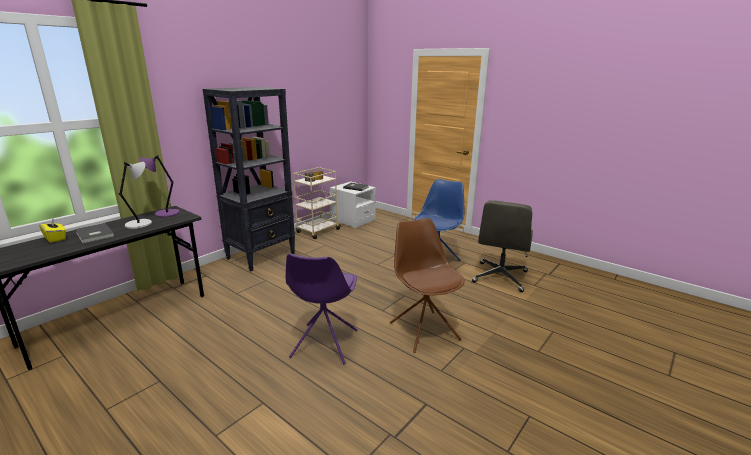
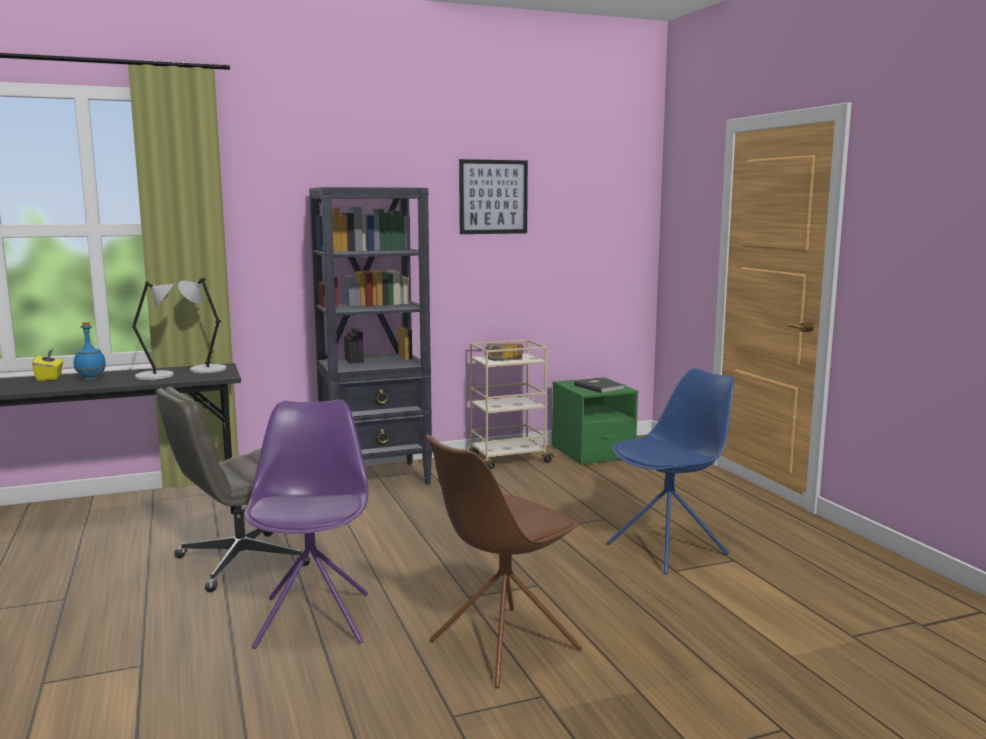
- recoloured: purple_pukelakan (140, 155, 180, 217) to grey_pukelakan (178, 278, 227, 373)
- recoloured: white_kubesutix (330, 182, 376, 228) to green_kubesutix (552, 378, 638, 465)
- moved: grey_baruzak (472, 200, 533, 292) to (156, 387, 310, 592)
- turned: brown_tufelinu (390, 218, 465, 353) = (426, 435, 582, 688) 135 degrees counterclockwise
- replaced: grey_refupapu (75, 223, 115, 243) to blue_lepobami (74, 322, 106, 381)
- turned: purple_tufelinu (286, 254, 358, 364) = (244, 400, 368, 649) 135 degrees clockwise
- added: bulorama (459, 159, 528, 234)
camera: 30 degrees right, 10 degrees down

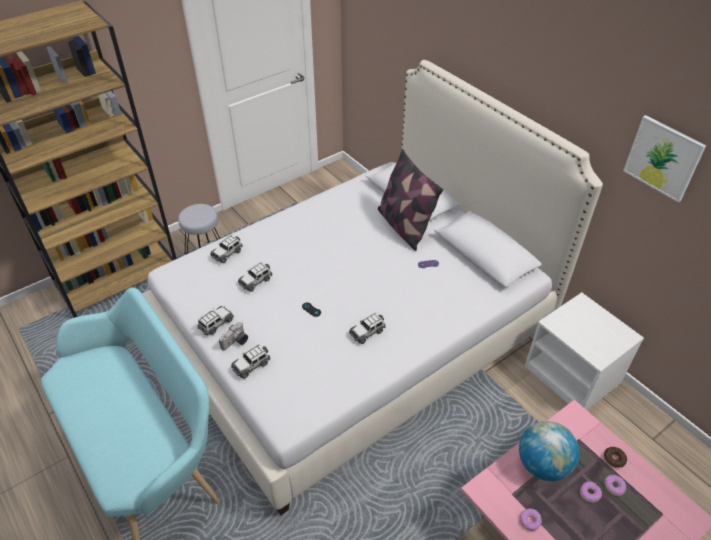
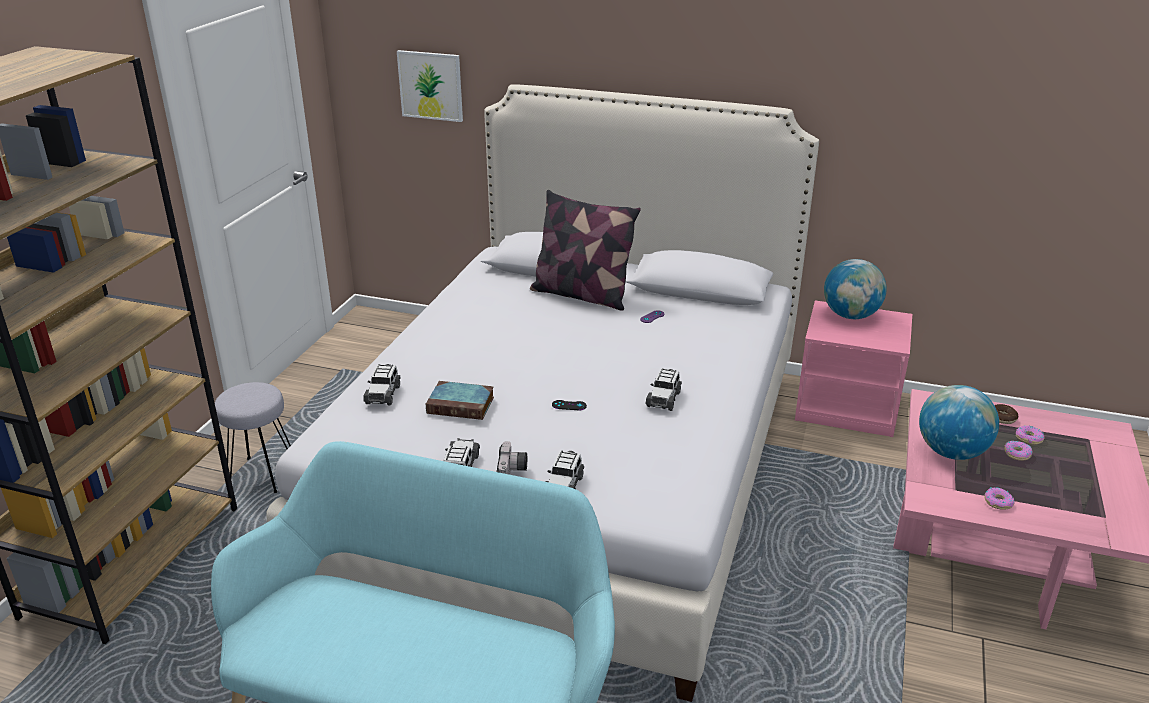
- moved: bulorama (623, 115, 706, 202) to (397, 50, 463, 122)
- replaced: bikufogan (238, 262, 272, 292) to refupapu (426, 381, 494, 420)
- recoloured: white_kubesutix (525, 292, 644, 410) to pink_kubesutix (795, 300, 912, 437)
- added: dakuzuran (824, 259, 887, 319)
camera: 35 degrees left, 15 degrees down

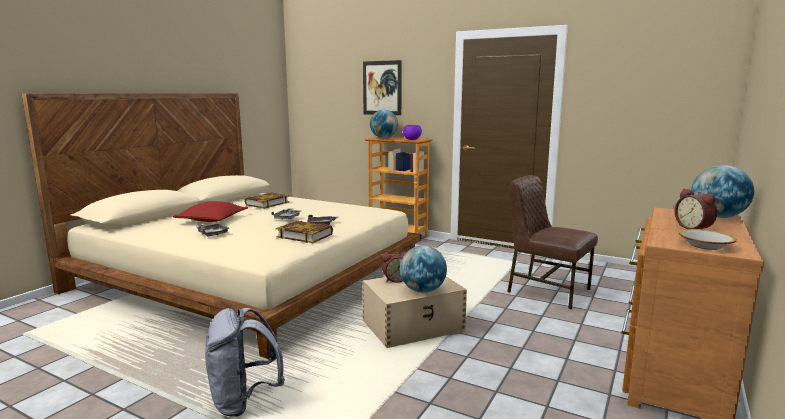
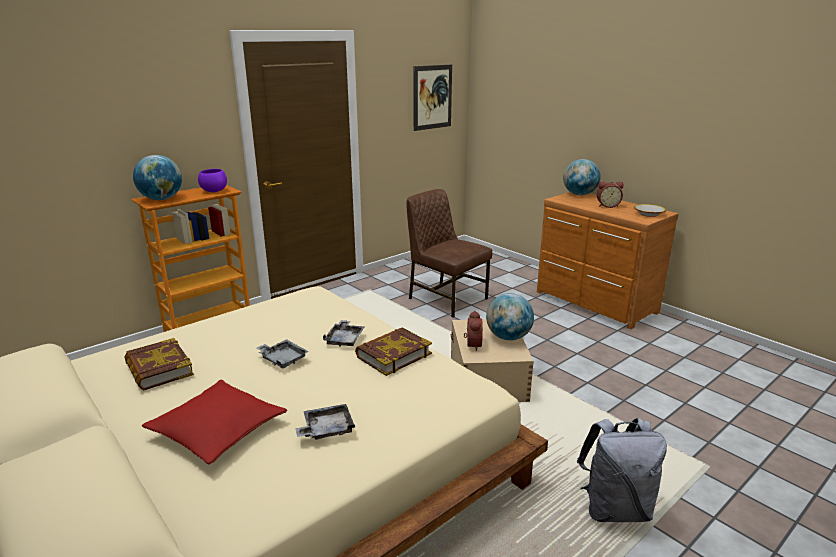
- moved: bulorama (363, 60, 402, 115) to (413, 65, 452, 131)
- turned: brown_tufelinu (507, 175, 598, 309) = (406, 189, 492, 318) 75 degrees clockwise
camera: 70 degrees left, 10 degrees up

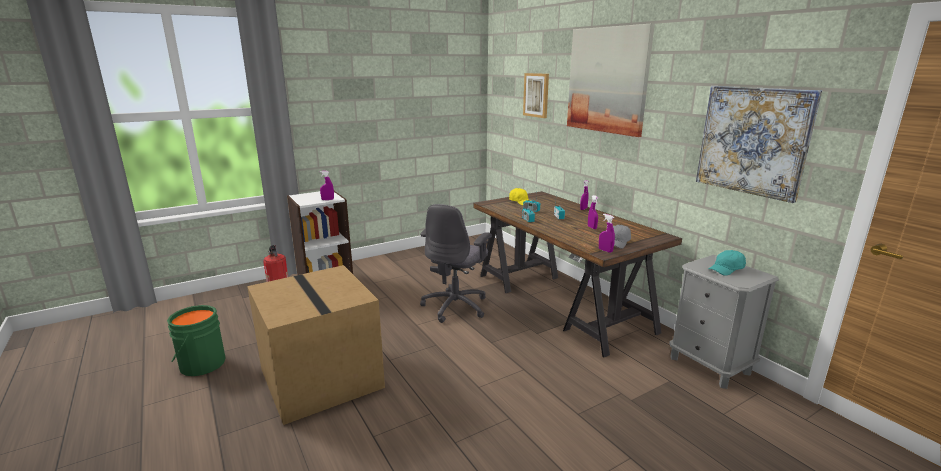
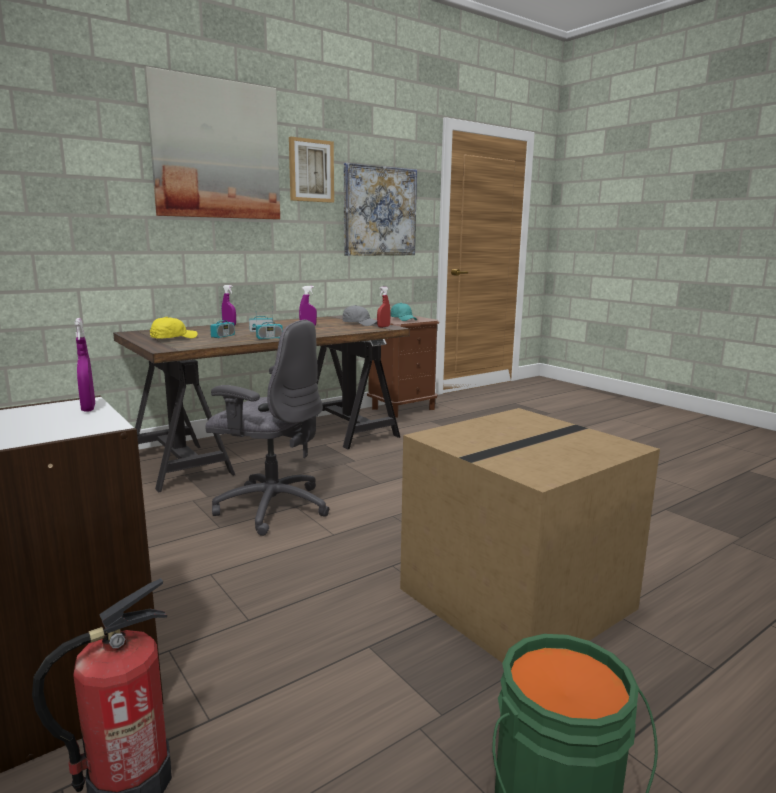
- moved: bulorama (523, 73, 549, 118) to (289, 137, 334, 203)
- recoloured: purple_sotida (599, 214, 615, 253) to red_sotida (377, 287, 391, 327)
- recoloured: grey_kubesutix (669, 255, 779, 389) to brown_kubesutix (367, 316, 440, 418)
camera: 95 degrees left, 5 degrees down

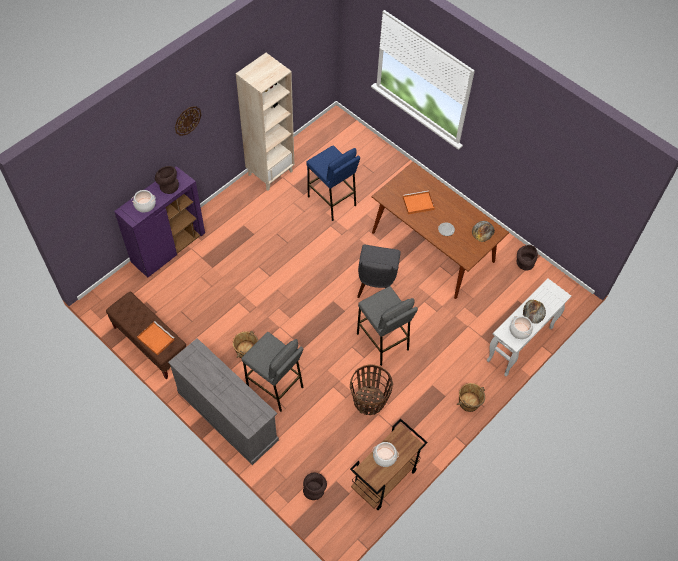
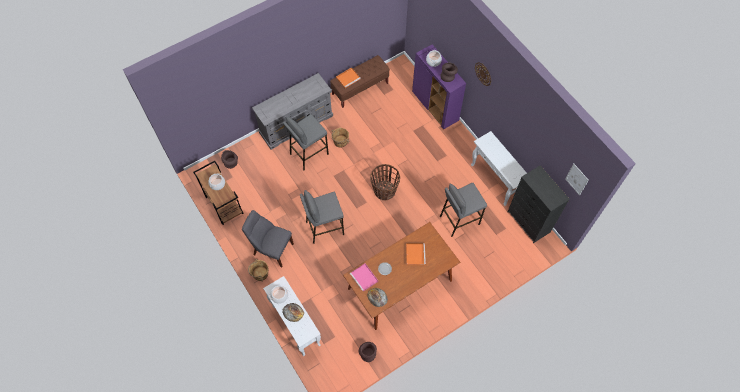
- replaced: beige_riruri (236, 53, 294, 191) to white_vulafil (471, 131, 527, 206)
- recoloured: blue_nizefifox (306, 146, 360, 221) to grey_nizefifox (440, 183, 487, 237)
- moved: grey_tufelinu (357, 245, 401, 298) to (242, 210, 294, 267)
- moved: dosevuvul (350, 365, 393, 415) to (370, 164, 400, 200)
- added: bulorama (565, 164, 589, 195)
- added: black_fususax (508, 166, 570, 243)
- added: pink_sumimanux (350, 263, 378, 292)
camera: 105 degrees right, 5 degrees up

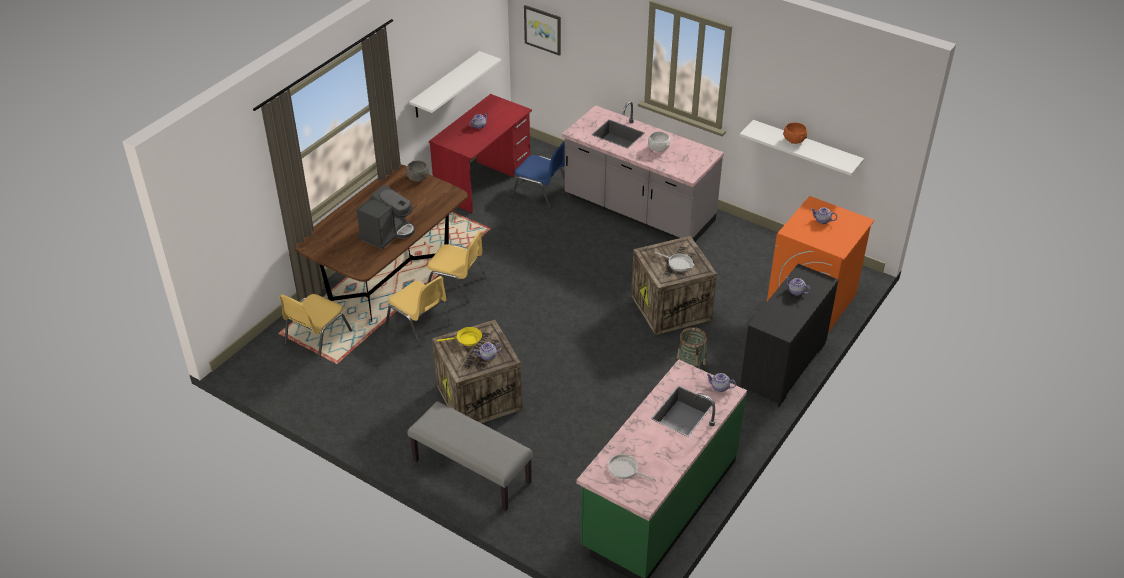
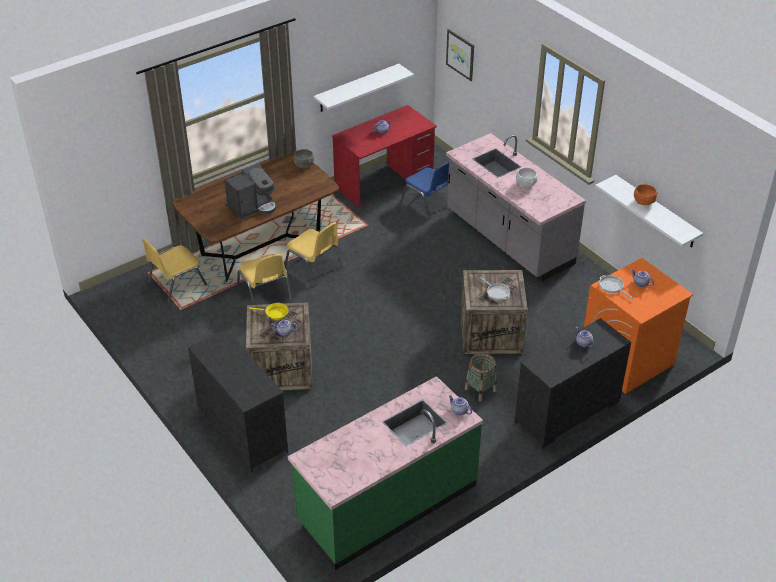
- replaced: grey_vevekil (408, 401, 533, 511) to black_fususax (188, 330, 288, 472)
- moved: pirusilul (607, 454, 656, 481) to (599, 275, 634, 299)
camera: 20 degrees right, 0 degrees up

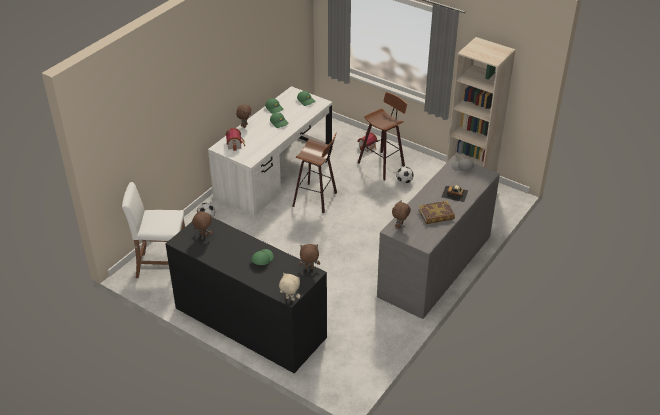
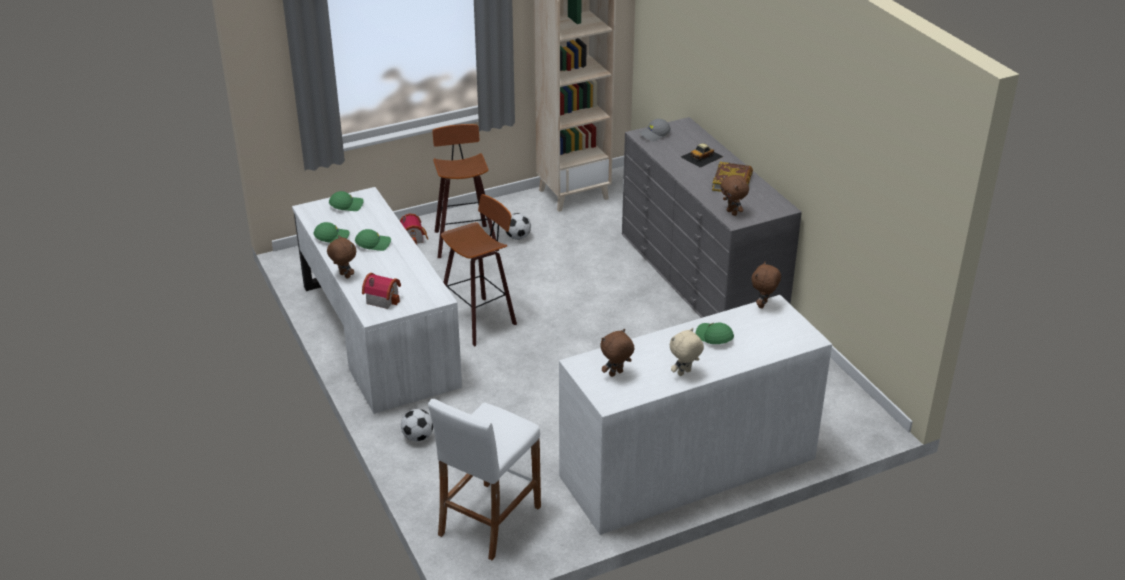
- recoloured: black_fususax (165, 217, 327, 373) to white_fususax (559, 295, 832, 535)
- moved: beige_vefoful (279, 273, 300, 301) to (670, 328, 704, 376)
camera: 60 degrees left, 5 degrees down

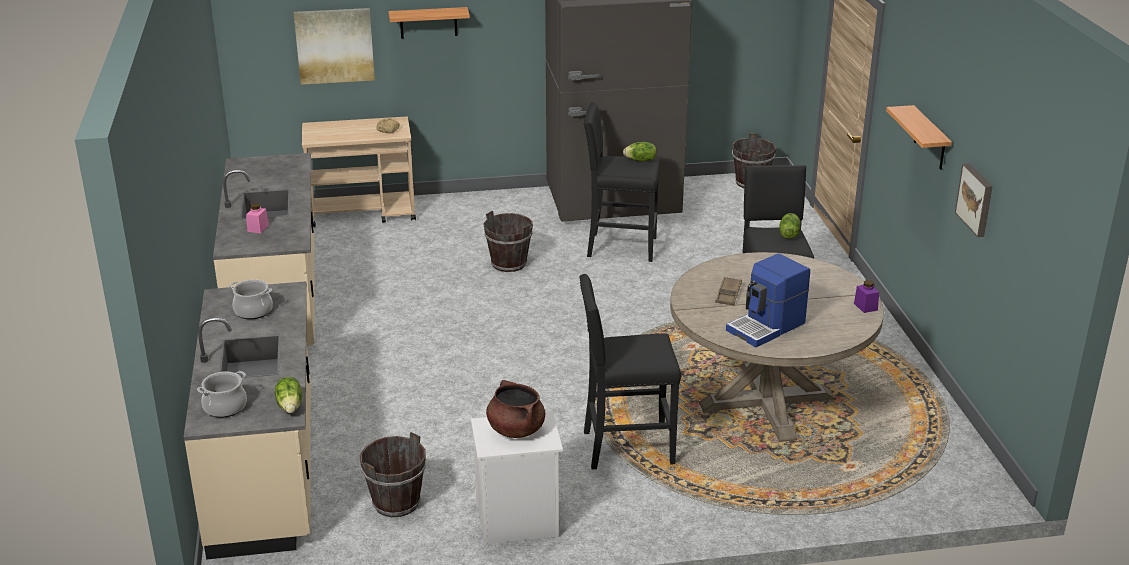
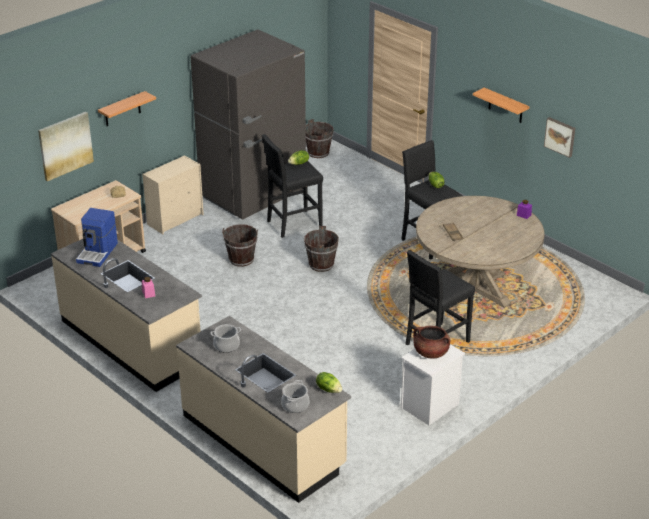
- moved: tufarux (726, 253, 810, 347) to (76, 208, 118, 267)
- moved: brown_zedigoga (360, 432, 426, 517) to (304, 226, 339, 272)
- added: beige_fususax (142, 155, 204, 234)
camera: 35 degrees left, 5 degrees up

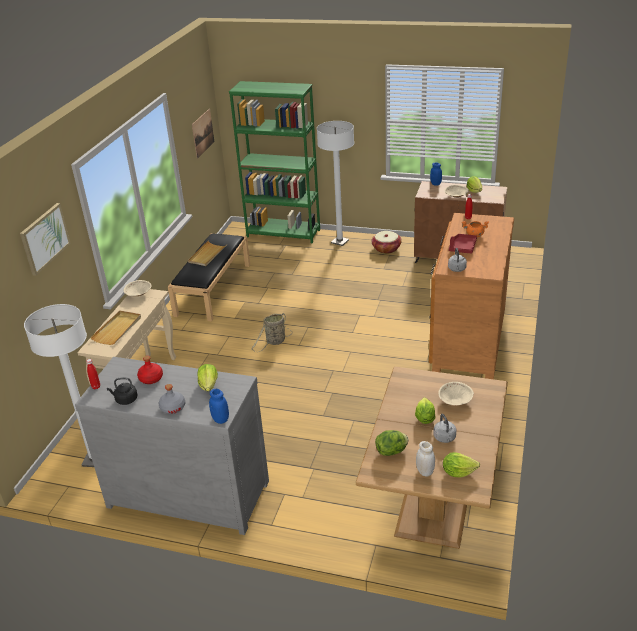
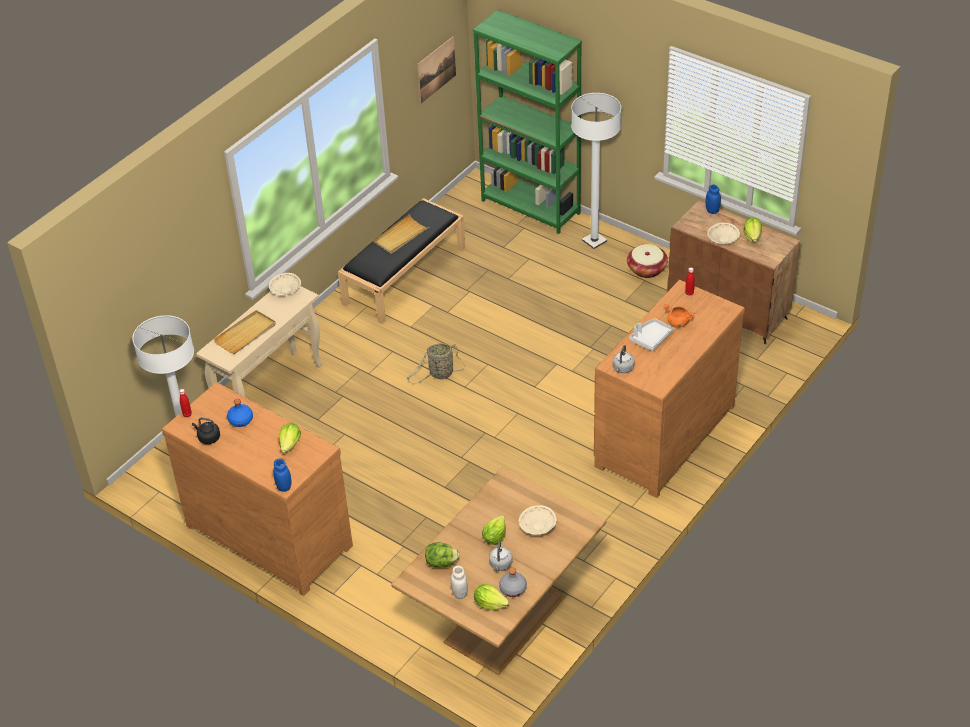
- removed: bulorama (20, 203, 71, 276)
- recoloured: red_sumimanux (449, 234, 477, 254) to grey_sumimanux (629, 319, 674, 351)
- recoloured: red_lepobami (137, 356, 163, 384) to blue_lepobami (227, 399, 253, 427)
- recoloured: grey_fususax (75, 357, 269, 535) to brown_fususax (162, 382, 353, 596)
- moved: grey_lepobami (159, 384, 185, 414) to (499, 568, 527, 597)
camera: 20 degrees right, 10 degrees up

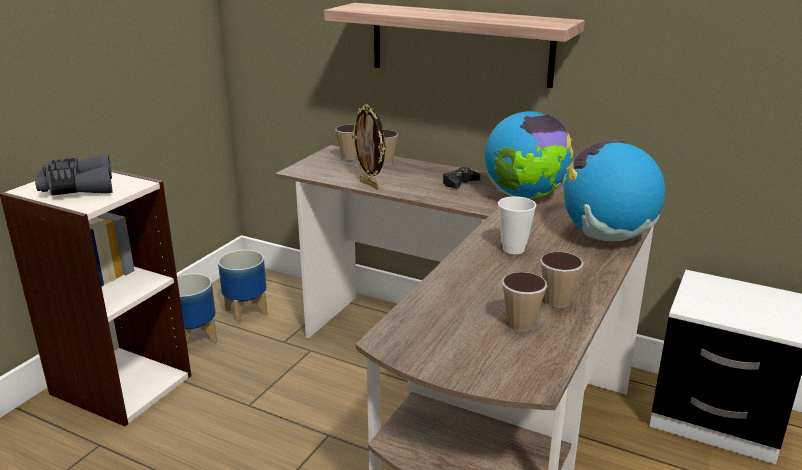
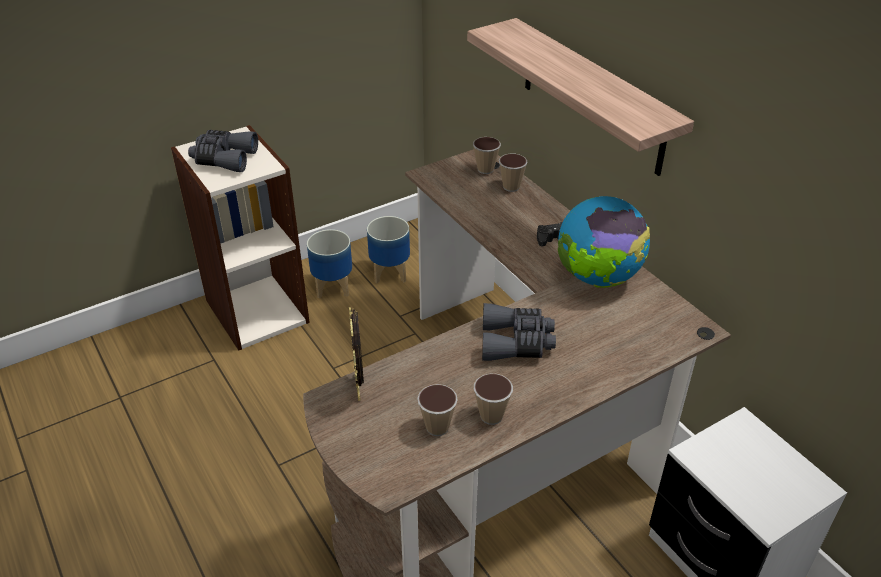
- moved: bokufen (351, 104, 385, 189) to (349, 307, 364, 401)
- removed: dakuzuran (562, 141, 665, 241)
- replaced: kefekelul (498, 196, 536, 254) to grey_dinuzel (482, 303, 556, 361)
camera: 30 degrees right, 15 degrees up

